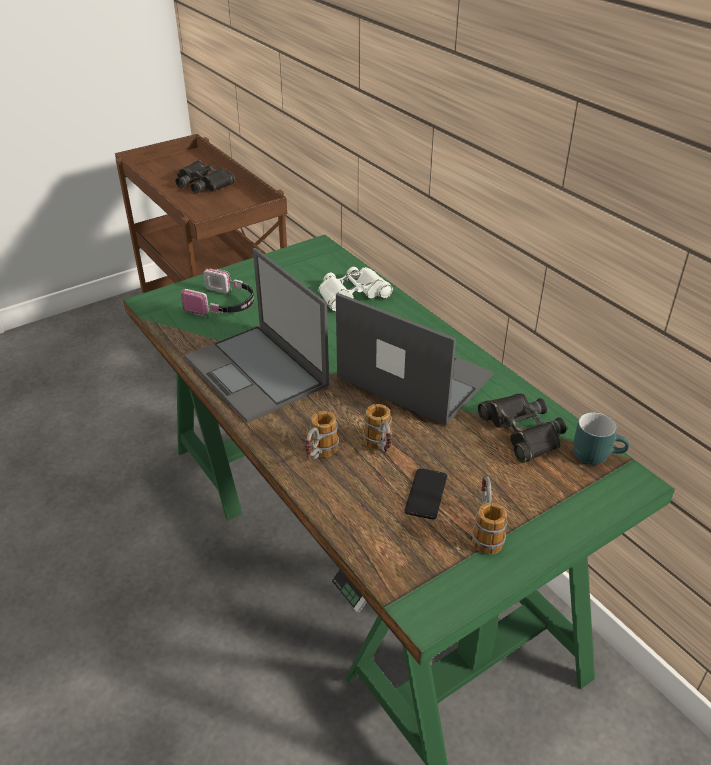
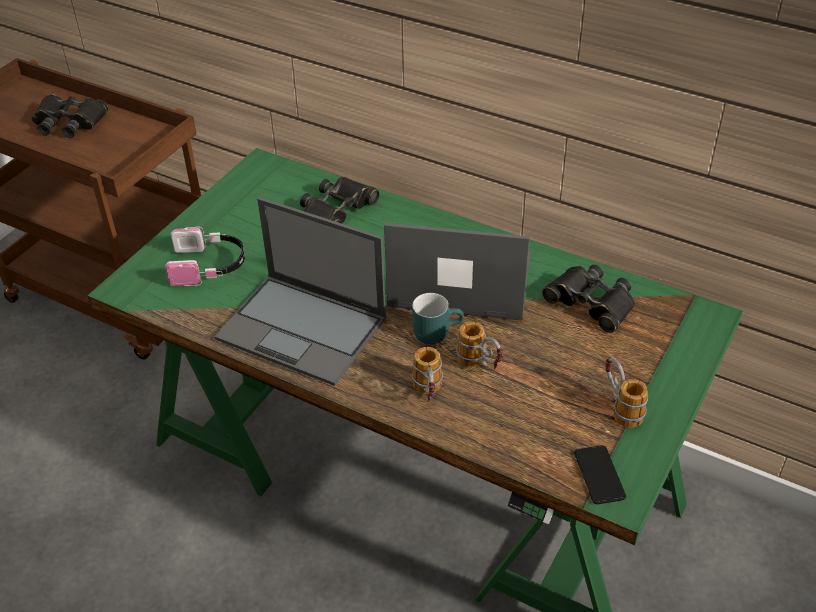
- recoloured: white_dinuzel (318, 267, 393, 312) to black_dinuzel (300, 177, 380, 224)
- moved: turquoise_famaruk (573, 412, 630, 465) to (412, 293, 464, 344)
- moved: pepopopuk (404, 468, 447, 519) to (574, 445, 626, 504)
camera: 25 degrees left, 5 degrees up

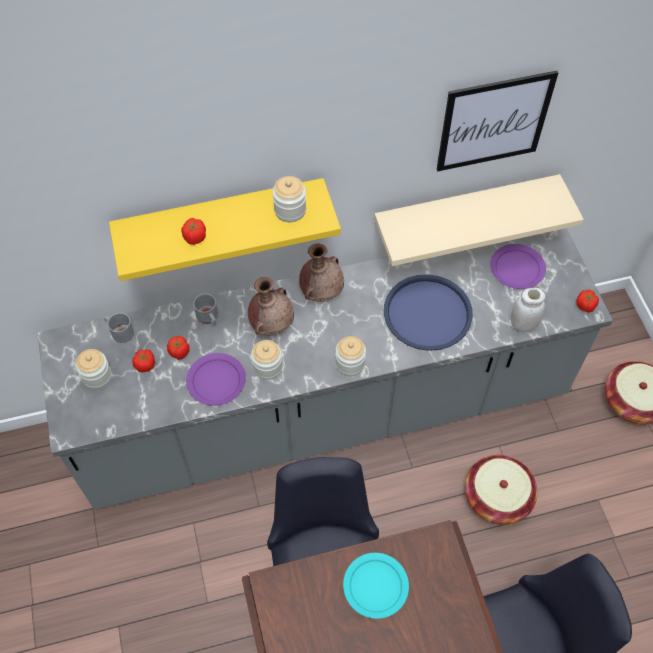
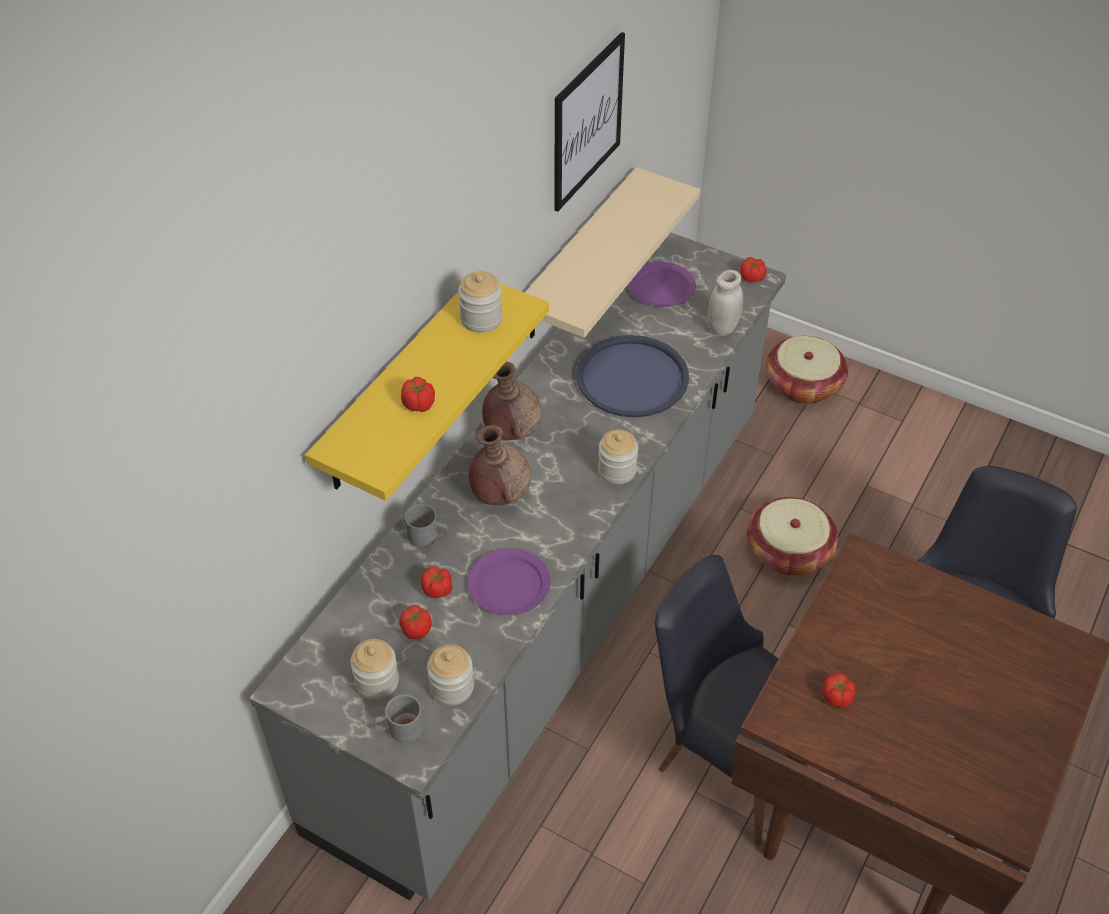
- moved: grey_famaruk (104, 313, 134, 343) to (374, 694, 423, 742)
- moved: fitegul (251, 340, 283, 380) to (427, 644, 474, 706)
- removed: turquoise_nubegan (343, 553, 409, 619)
- added: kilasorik (822, 673, 855, 708)
camera: 45 degrees left, 10 degrees down

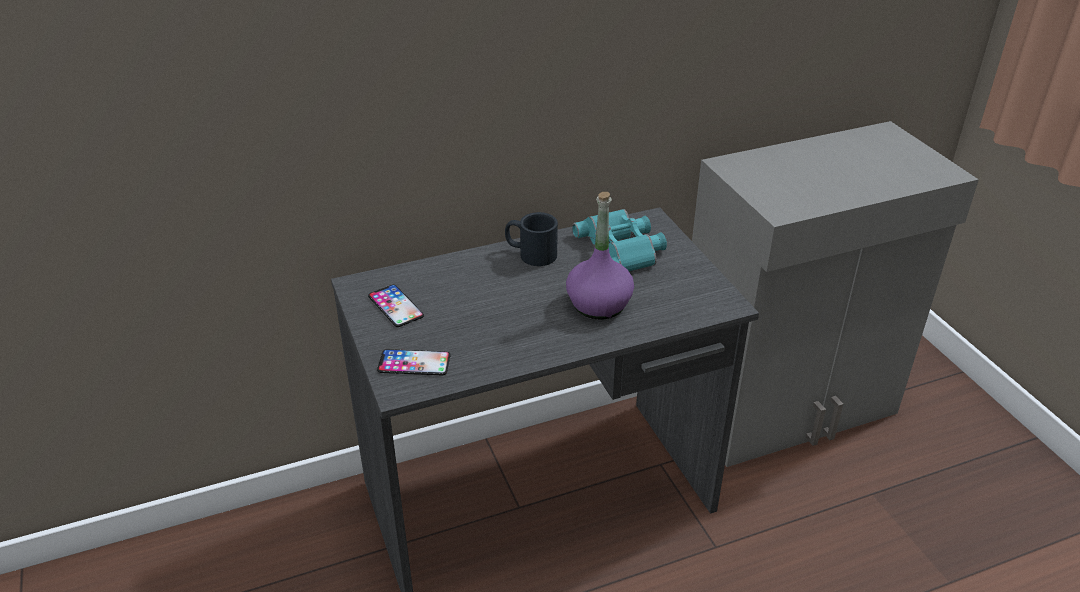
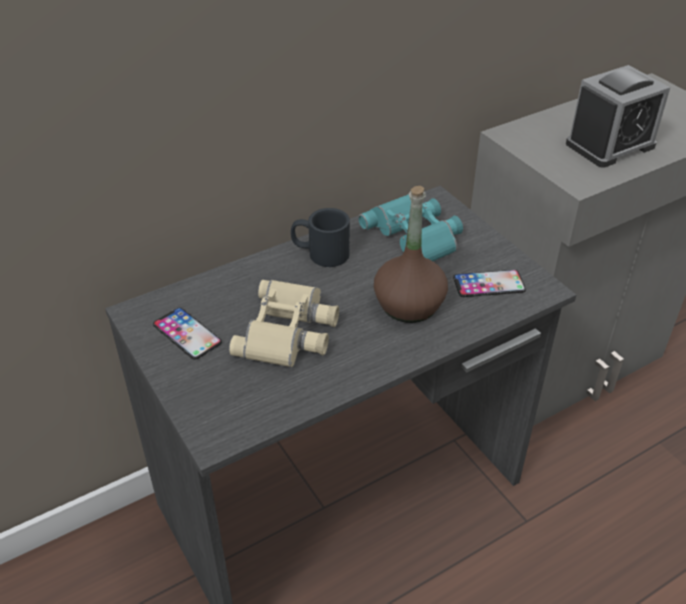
- recoloured: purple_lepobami (566, 192, 634, 319) to brown_lepobami (374, 186, 448, 323)
- moved: pepopopuk (377, 349, 451, 375) to (453, 270, 526, 297)
- added: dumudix (566, 65, 670, 168)
- added: beige_dinuzel (229, 280, 339, 368)
camera: 10 degrees left, 5 degrees up

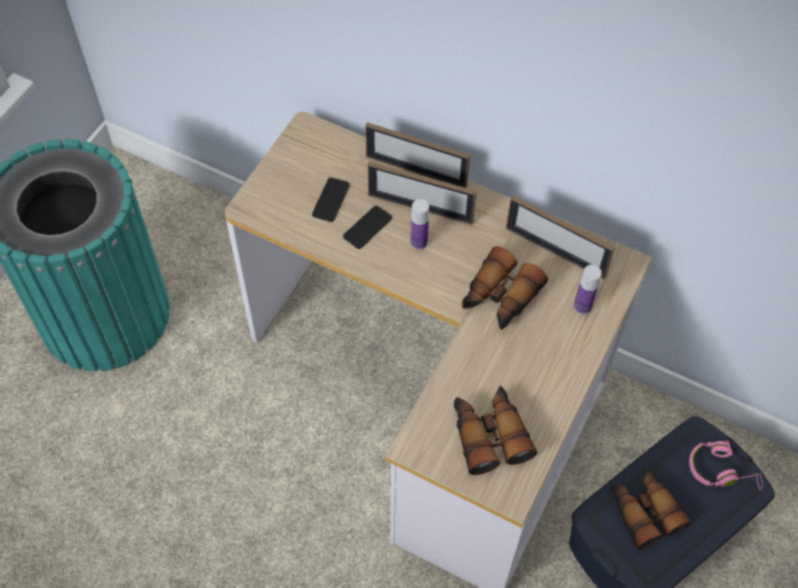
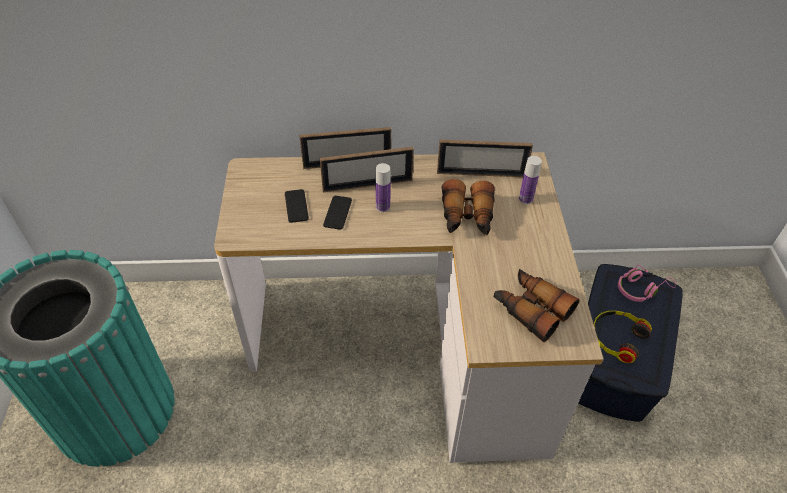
- replaced: dinuzel (611, 467, 692, 550) to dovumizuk (594, 311, 652, 363)
camera: 30 degrees left, 10 degrees down

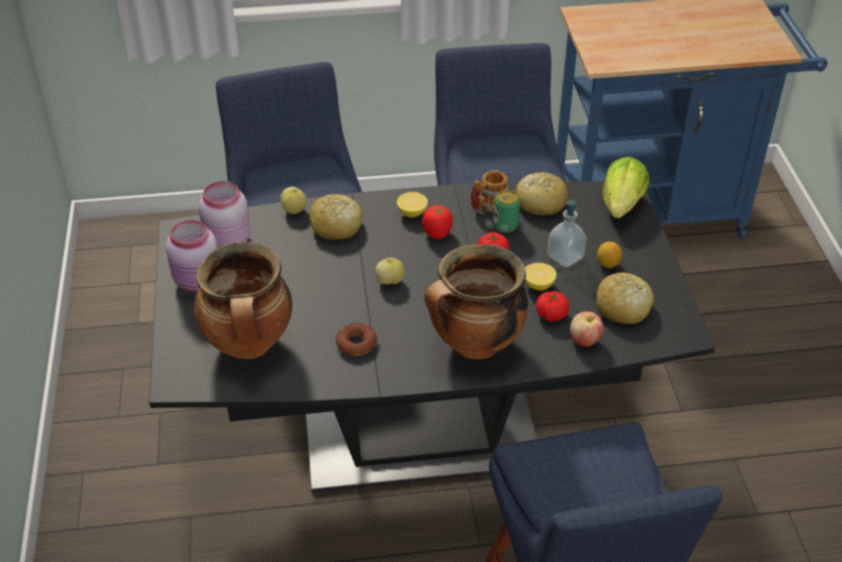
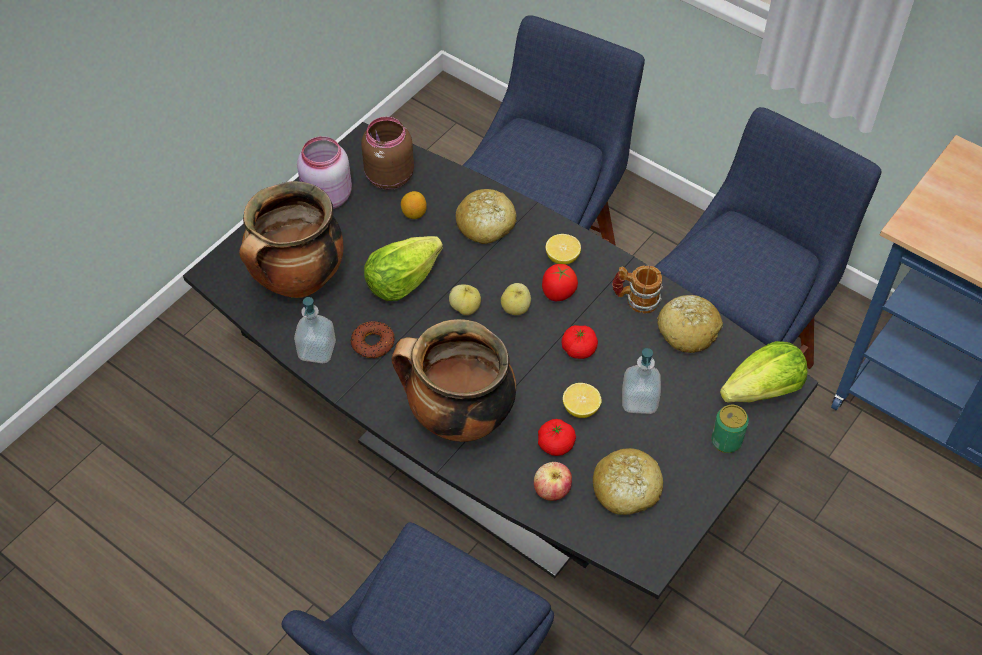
- recoloured: pink_fitegul (199, 181, 251, 248) to brown_fitegul (361, 117, 414, 190)
- moved: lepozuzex (281, 187, 307, 214) to (501, 283, 531, 315)
- moved: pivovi (493, 190, 520, 233) to (711, 405, 749, 453)
- moved: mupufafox (597, 241, 622, 268) to (401, 191, 427, 219)
- added: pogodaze (364, 236, 443, 301)
- added: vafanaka (294, 297, 336, 363)
camera: 45 degrees right, 10 degrees up

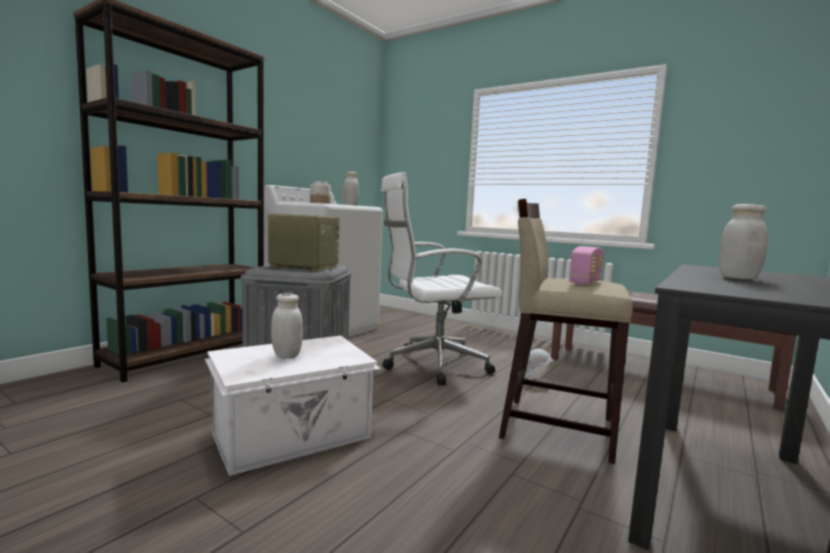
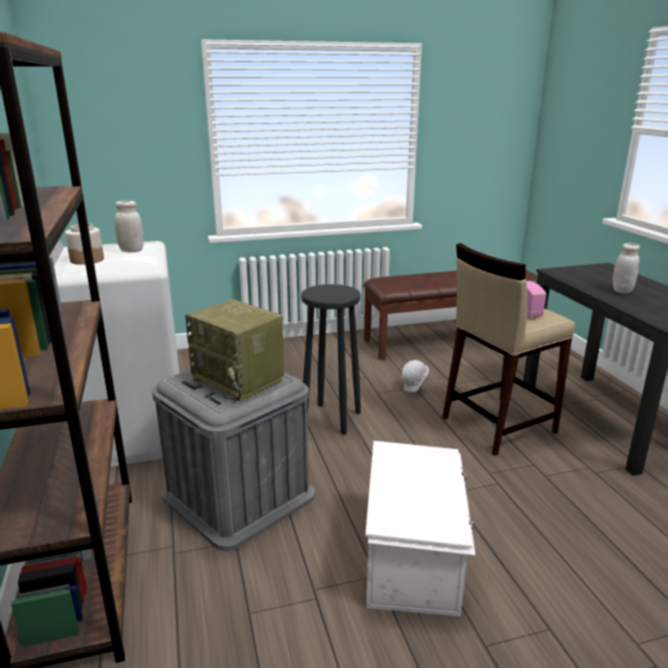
- replaced: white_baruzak (381, 172, 502, 386) to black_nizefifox (301, 284, 361, 435)
- turned: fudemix (268, 213, 339, 272) = (185, 299, 284, 402) 105 degrees counterclockwise
- removed: white_fitegul (271, 293, 303, 359)
camera: 50 degrees left, 15 degrees up

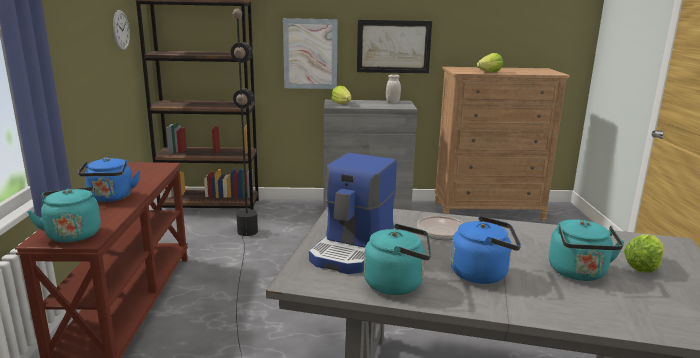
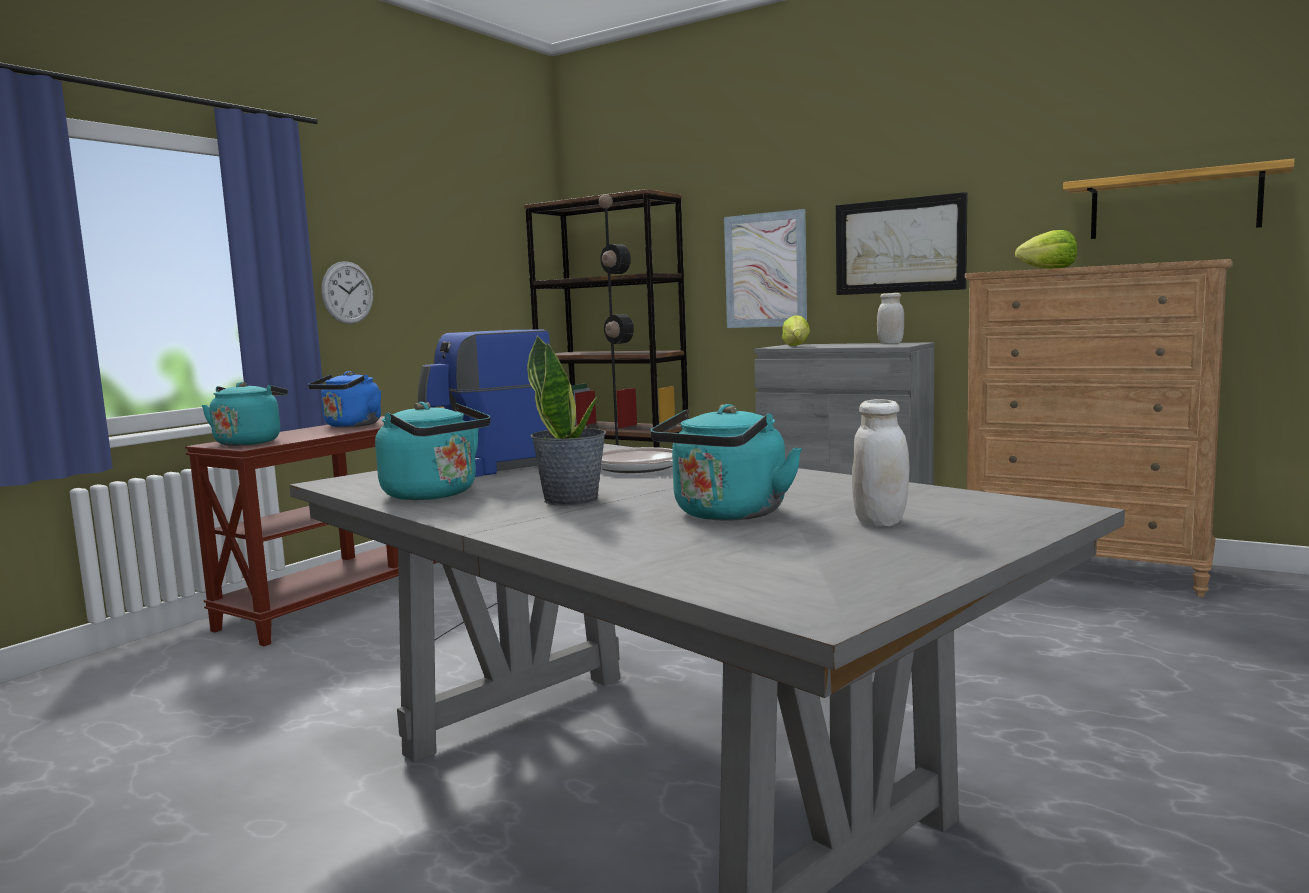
- moved: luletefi (113, 10, 130, 50) to (321, 261, 373, 324)
- replaced: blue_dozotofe (450, 216, 521, 284) to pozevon (527, 335, 606, 506)
- replaced: pogodaze (624, 234, 663, 273) to white_fitegul (852, 399, 910, 526)
- added: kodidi (1063, 159, 1295, 239)
camera: 35 degrees right, 10 degrees down

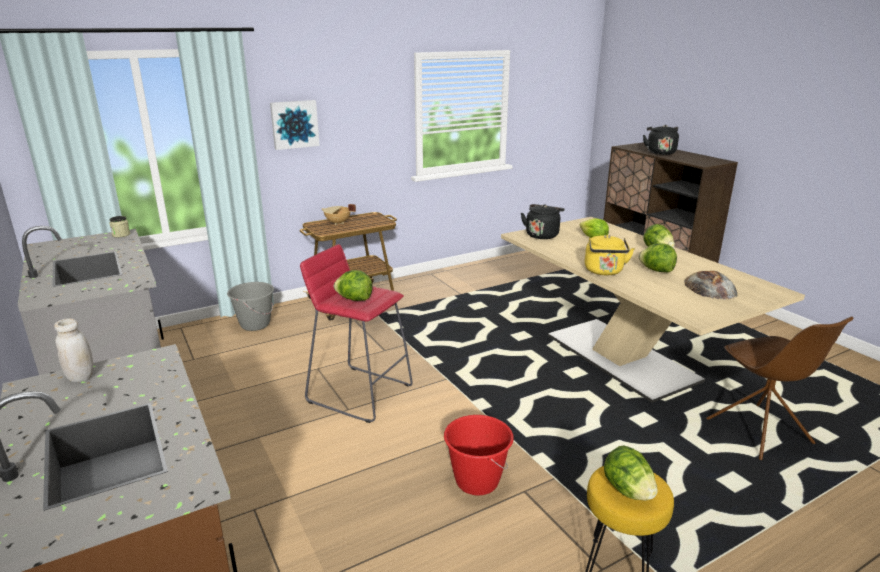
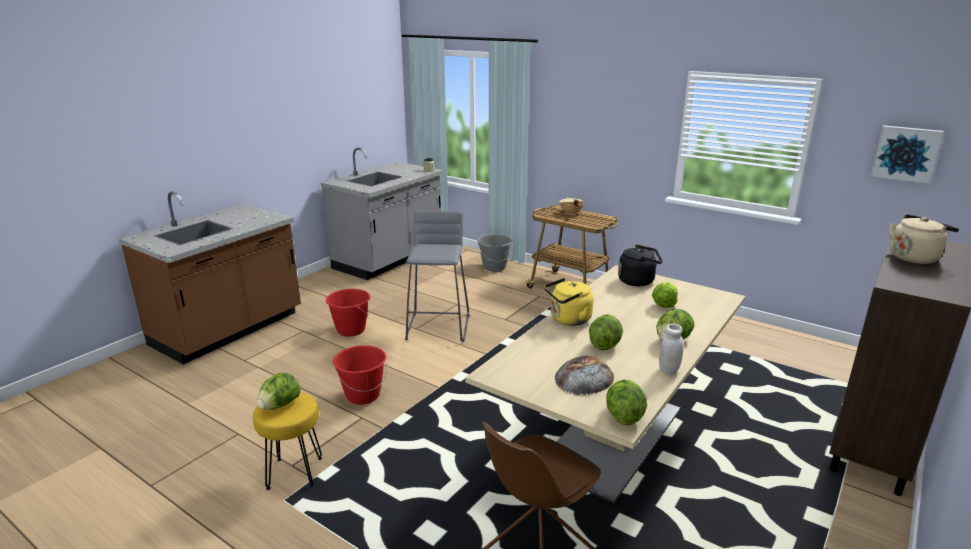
- moved: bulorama (270, 100, 320, 150) to (870, 125, 944, 184)
- recoloured: black_dozotofe (643, 125, 679, 155) to beige_dozotofe (889, 214, 959, 264)
- recoloured: red_nizefifox (300, 244, 413, 423) to grey_nizefifox (405, 211, 470, 342)
- moved: pogodaze (334, 270, 373, 301) to (606, 380, 647, 425)
- moved: white_fitegul (54, 318, 93, 382) to (659, 324, 684, 375)
- added: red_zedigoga (326, 289, 370, 337)
camera: 65 degrees right, 0 degrees up

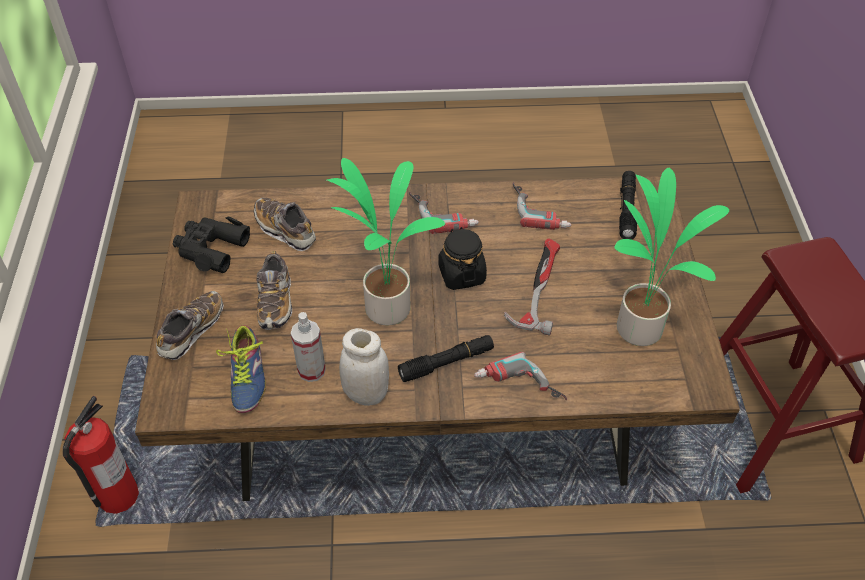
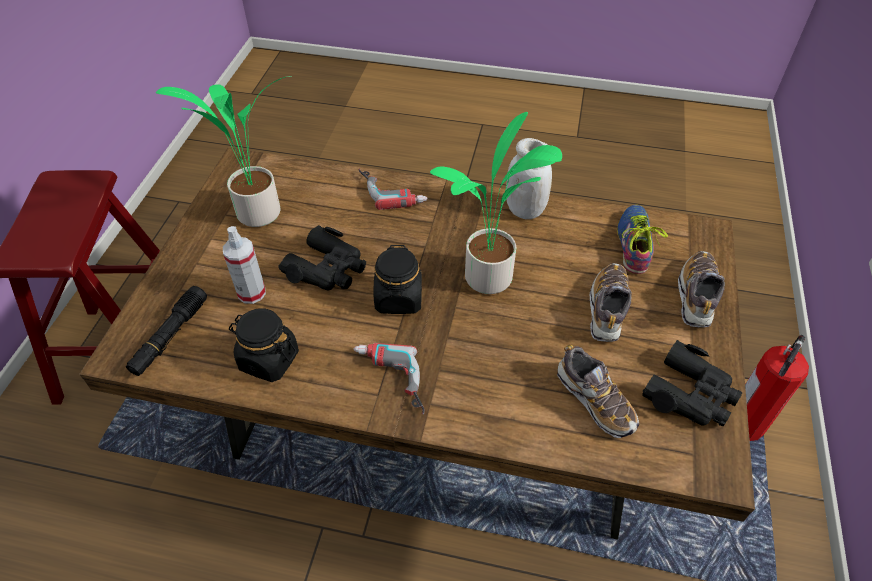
- replaced: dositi (512, 182, 572, 230) to black_fitegul (229, 308, 299, 382)
- replaced: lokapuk (504, 238, 560, 336) to black_dinuzel (278, 225, 366, 290)
- turned: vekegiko (156, 291, 224, 360) = (678, 251, 725, 327) 150 degrees clockwise
- moved: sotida (291, 312, 326, 382) to (223, 226, 266, 304)
- removed: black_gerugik (398, 335, 494, 382)
camera: 165 degrees left, 0 degrees up

